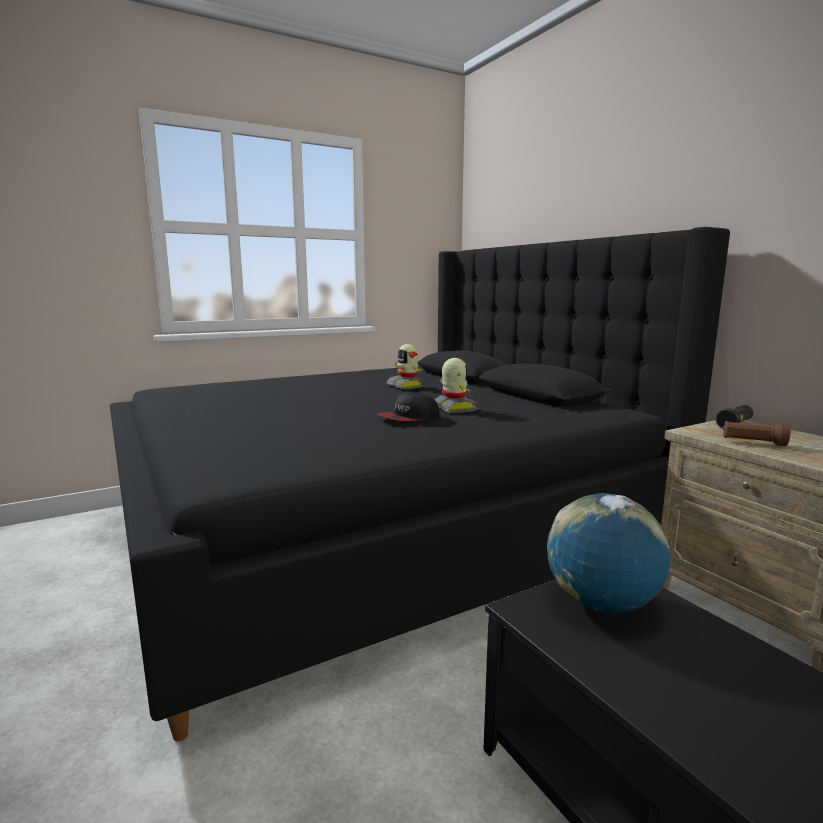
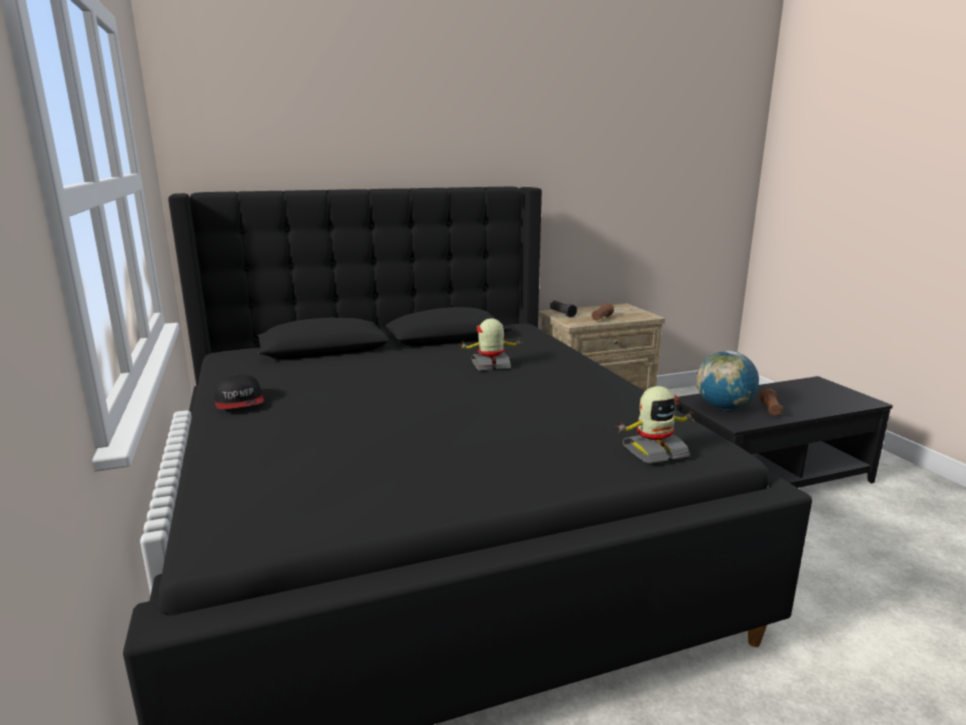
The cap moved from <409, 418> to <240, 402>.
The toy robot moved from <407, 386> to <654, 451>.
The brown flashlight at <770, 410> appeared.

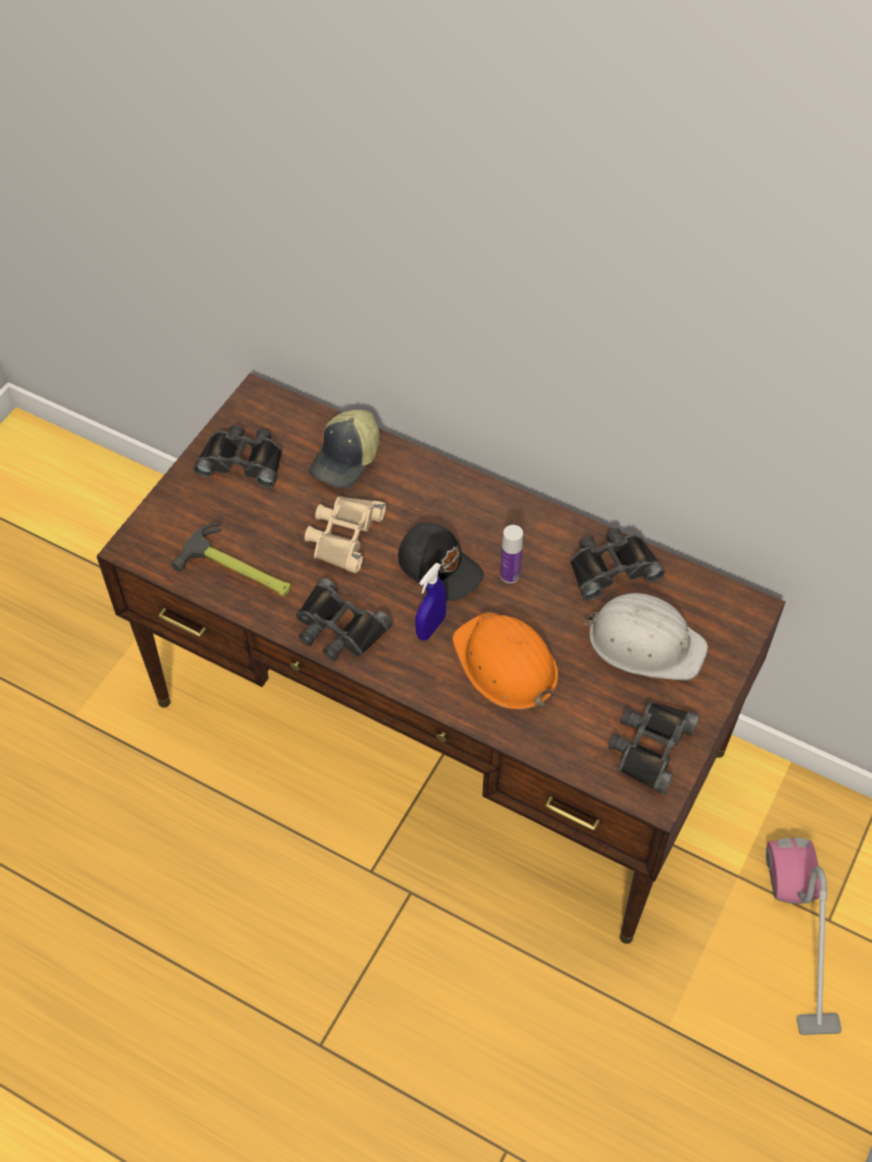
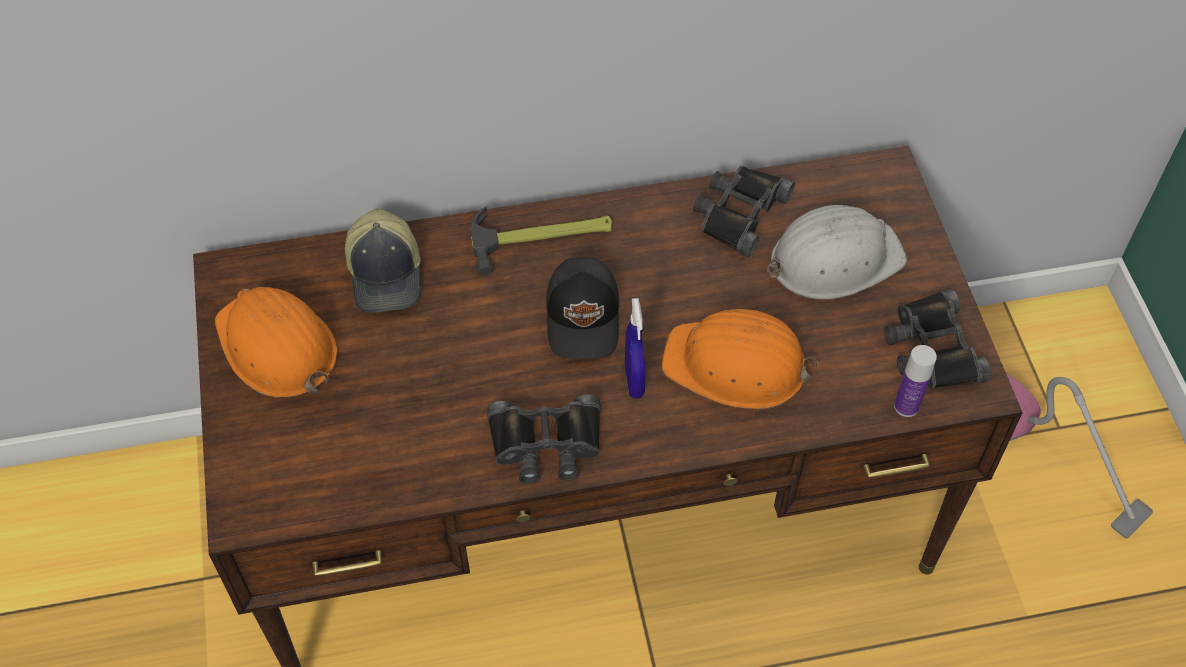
The hammer moved from <239, 570> to <542, 237>.
The black binoculars at <242, 460> was replaced by the orange hard hat at <276, 346>.
The beige binoculars at <343, 536> disappeared.
The black cap at <440, 567> turned 90 degrees clockwise.
The bottle moved from <510, 575> to <906, 406>.

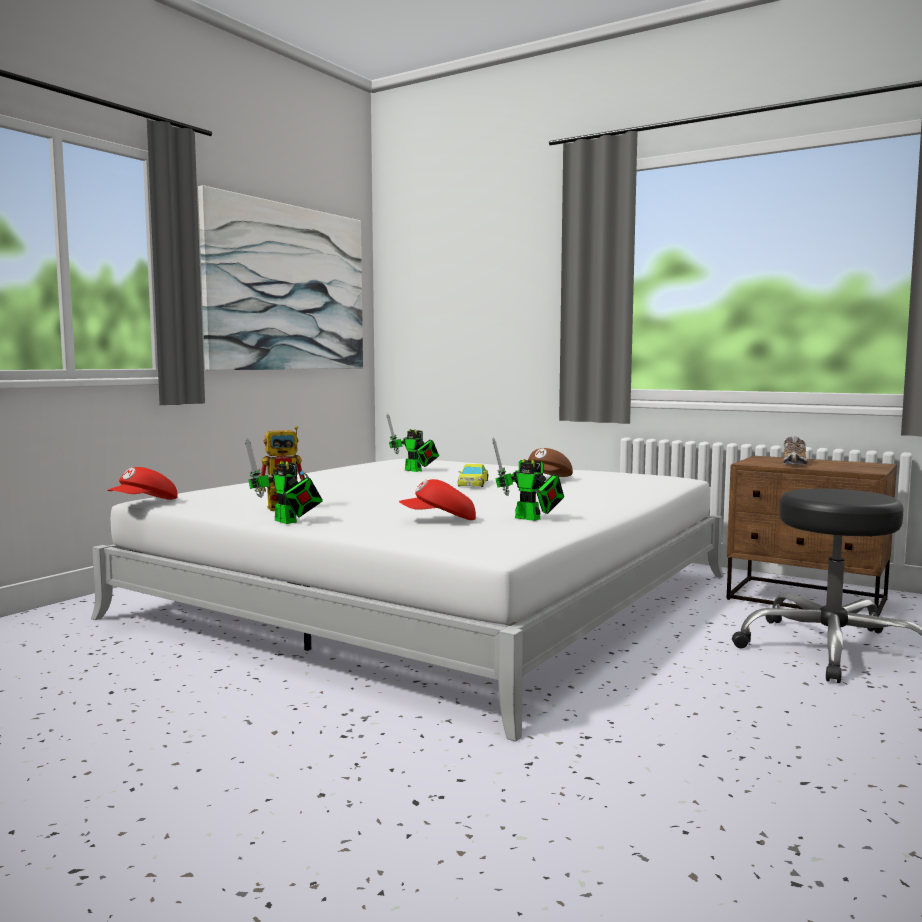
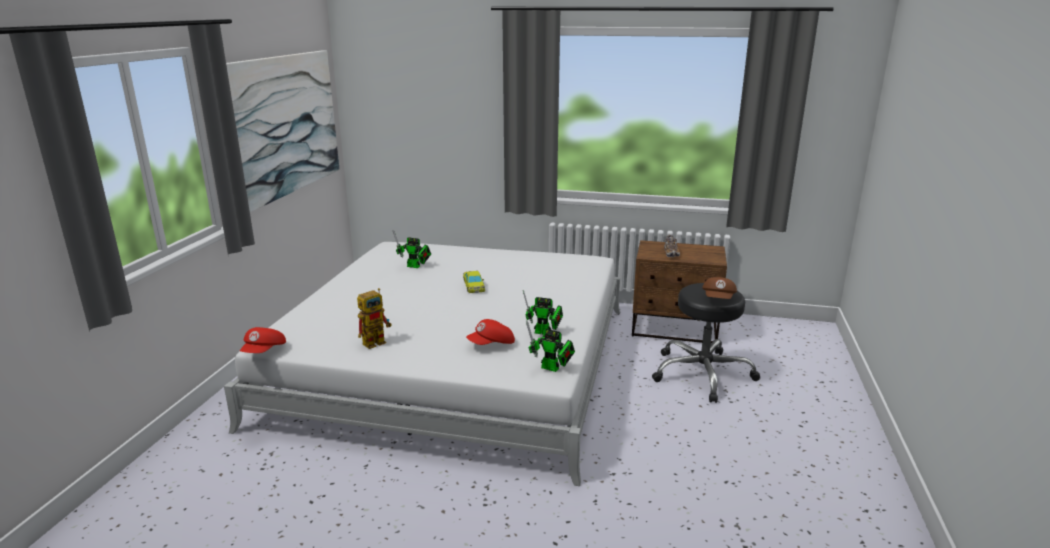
The toy robot moved from <287, 522> to <552, 368>.
The brown cap moved from <548, 479> to <718, 299>.

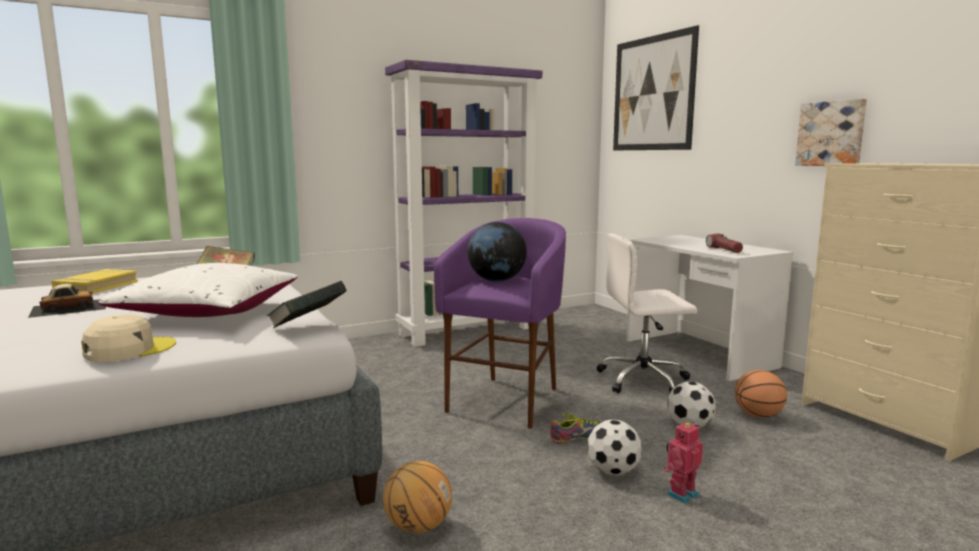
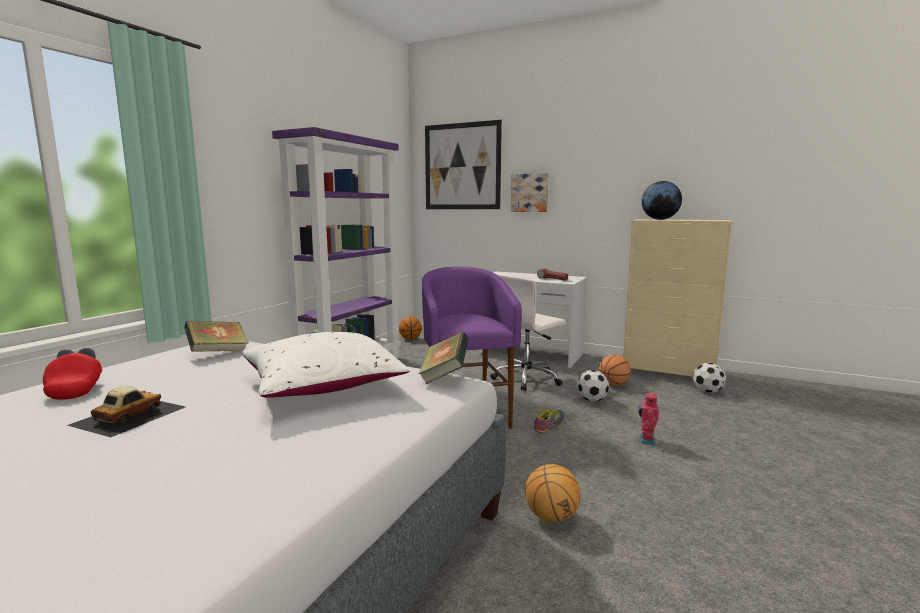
The yellow book at <96, 287> was replaced by the red cap at <76, 389>.
The beige cap at <129, 350> disappeared.
The globe moved from <496, 280> to <660, 219>.
The football moved from <613, 471> to <708, 391>.
The picture moved from <831, 134> to <529, 193>.
The basketball at <410, 339> appeared.

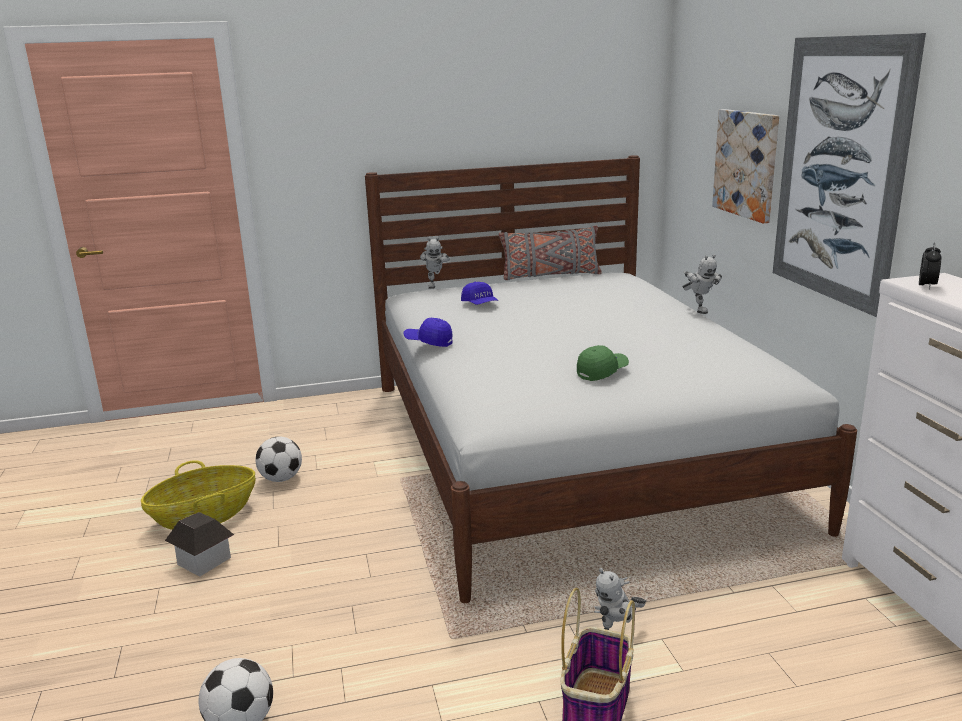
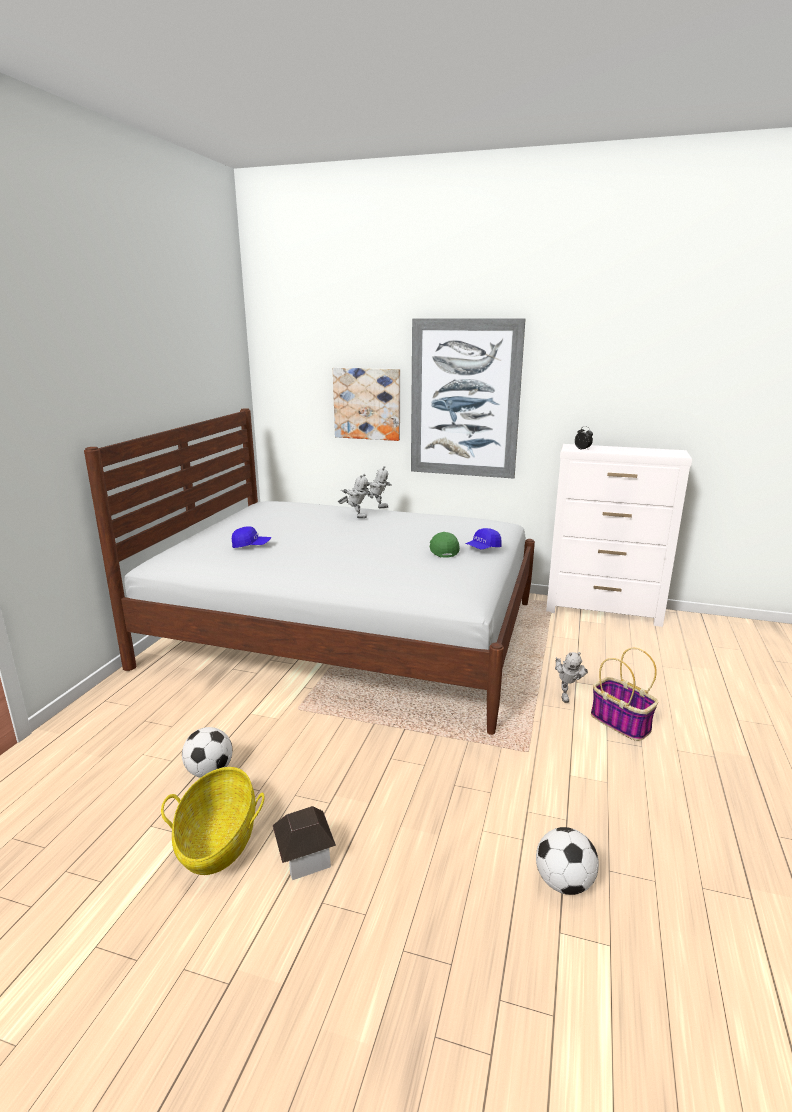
The blue cap moved from <429, 342> to <483, 548>.
The toy robot moved from <435, 286> to <356, 516>.
The grey pillow at <550, 276> disappeared.

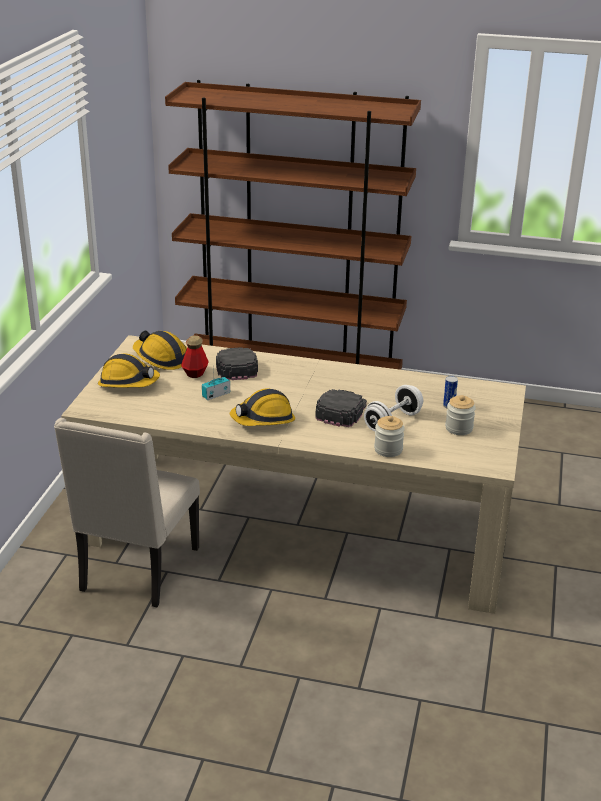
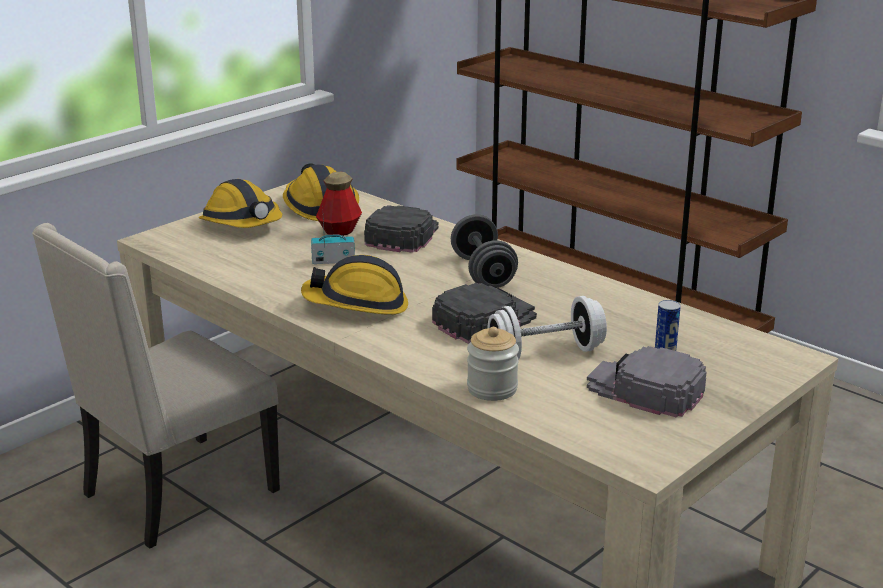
The jar at <459, 428> was replaced by the grey cap at <645, 389>.
The grey dumbbell at <483, 273> appeared.

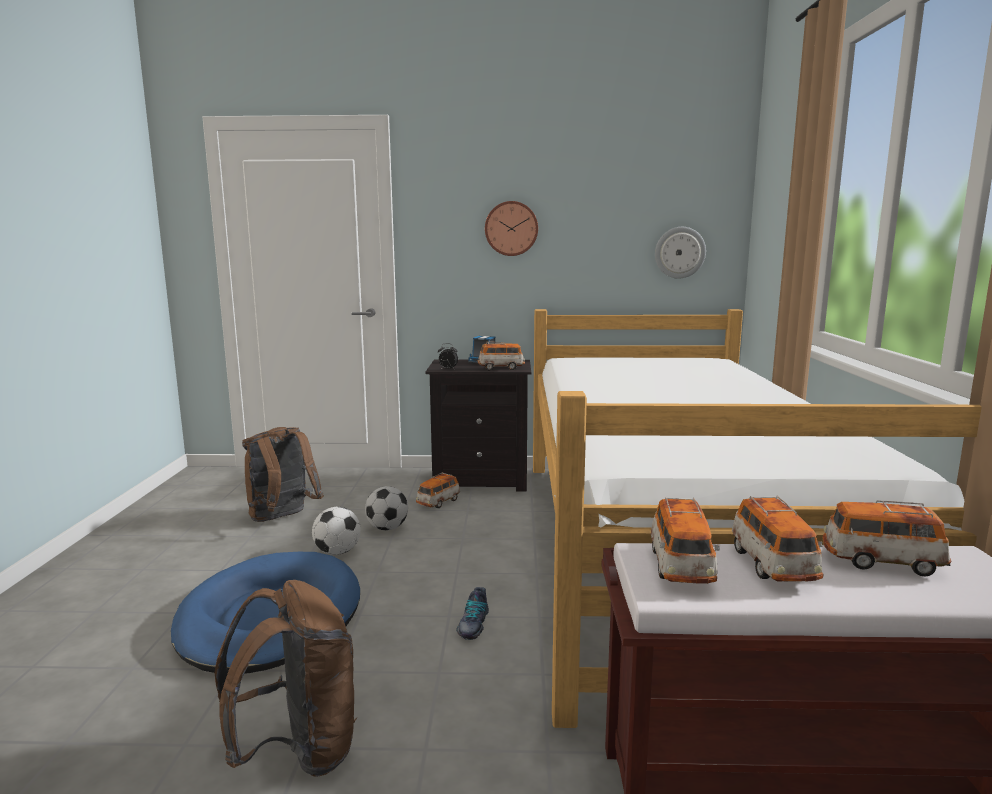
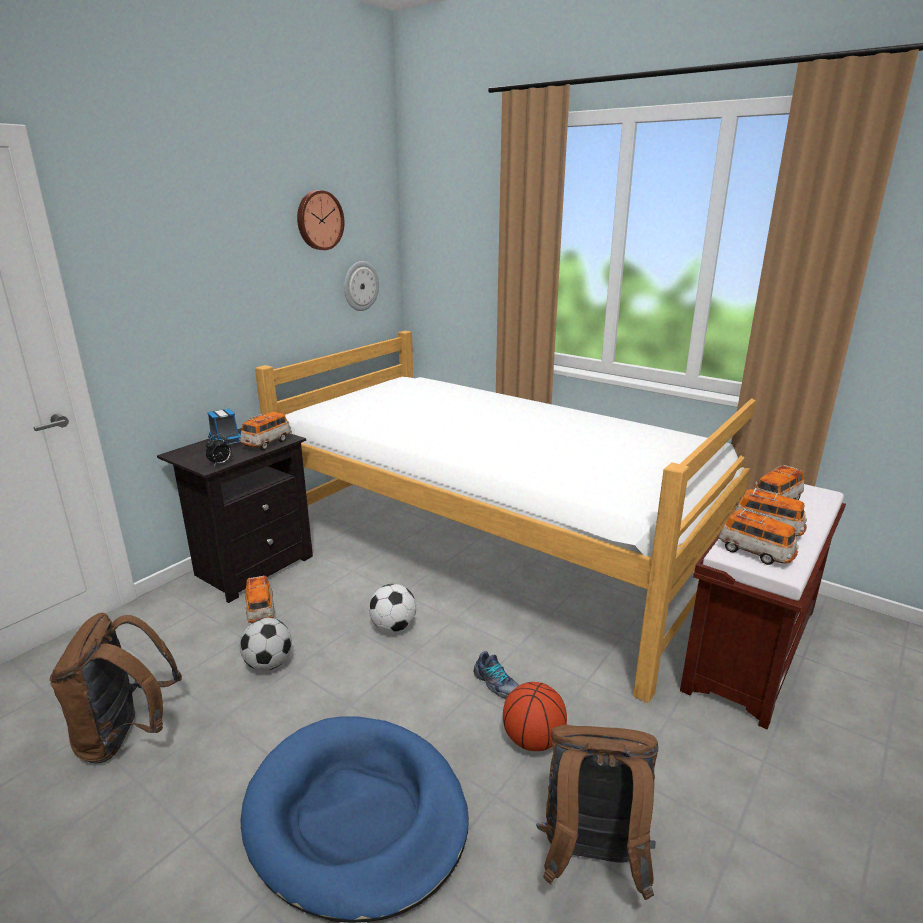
The football moved from <337, 552> to <393, 627>.
The wall clock moved from <511, 228> to <319, 220>.
The basketball at <533, 740> appeared.

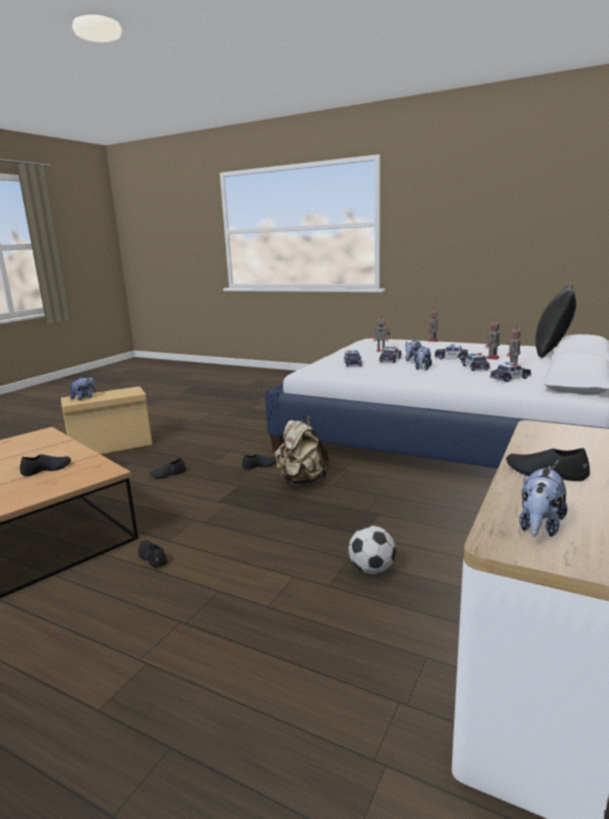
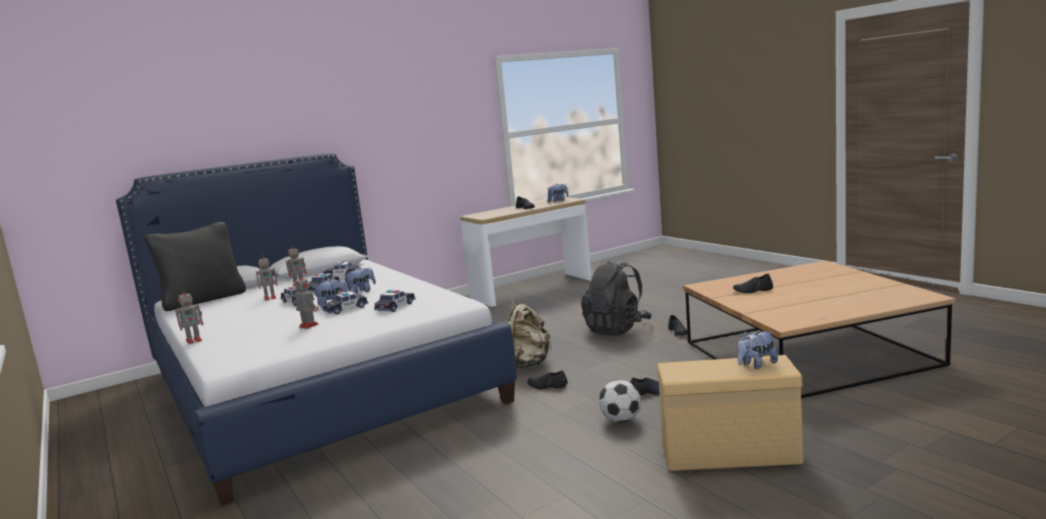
The football moved from <372, 569> to <621, 420>.
The black backpack at <617, 329> appeared.

